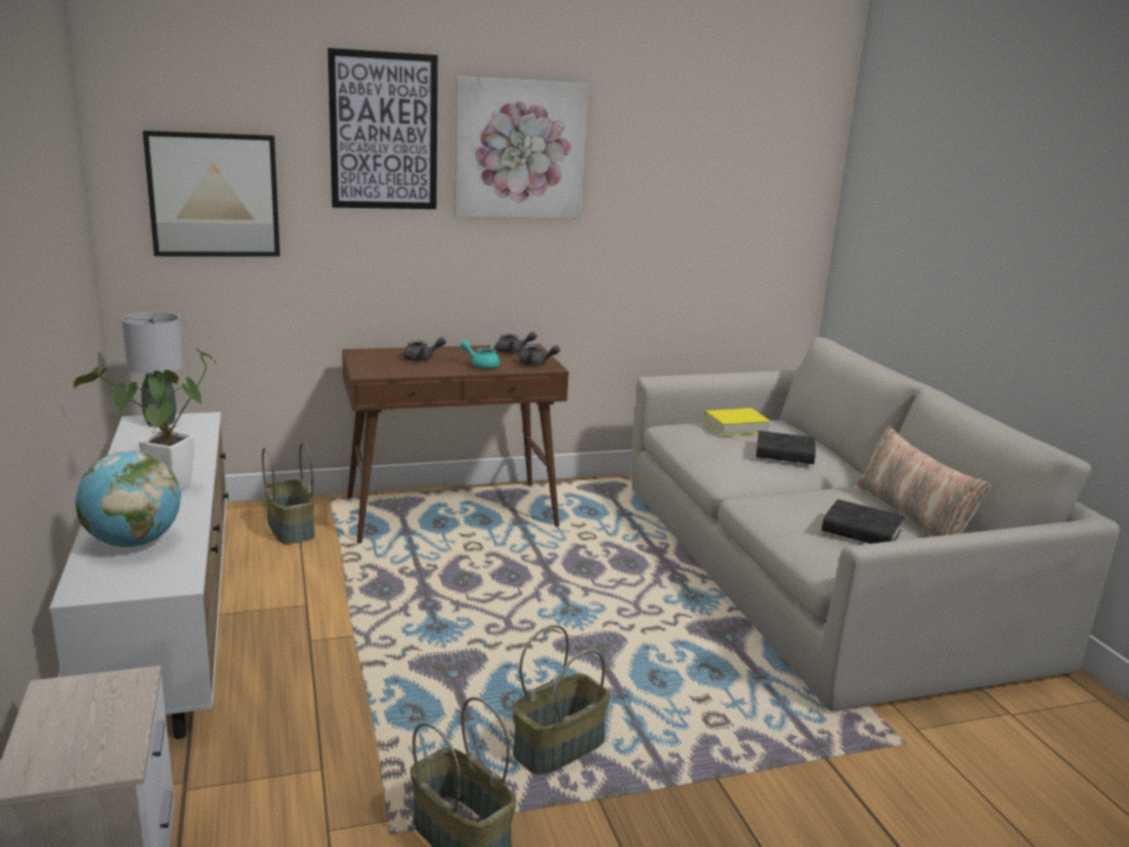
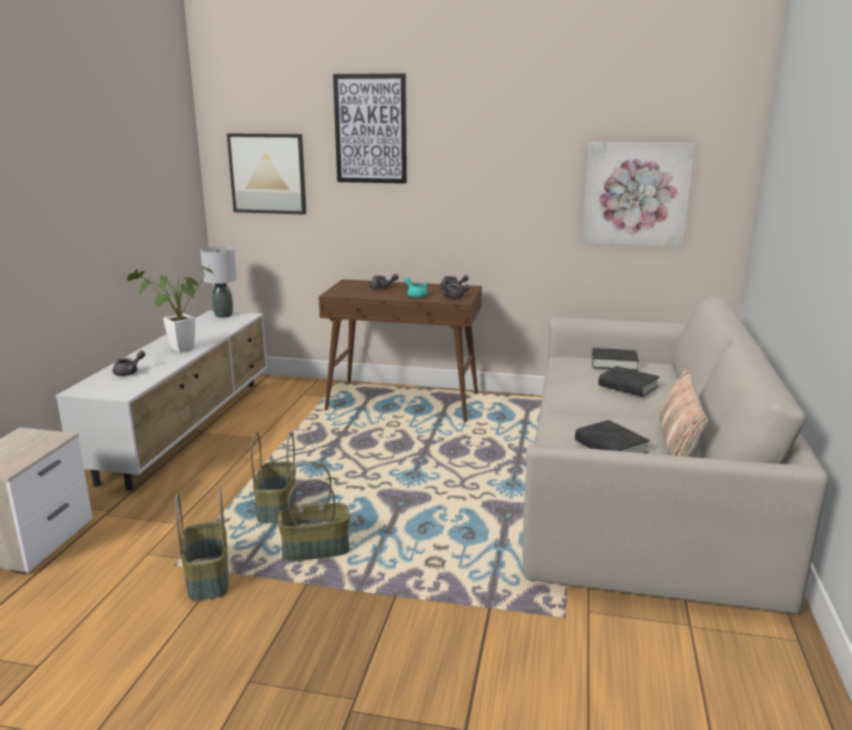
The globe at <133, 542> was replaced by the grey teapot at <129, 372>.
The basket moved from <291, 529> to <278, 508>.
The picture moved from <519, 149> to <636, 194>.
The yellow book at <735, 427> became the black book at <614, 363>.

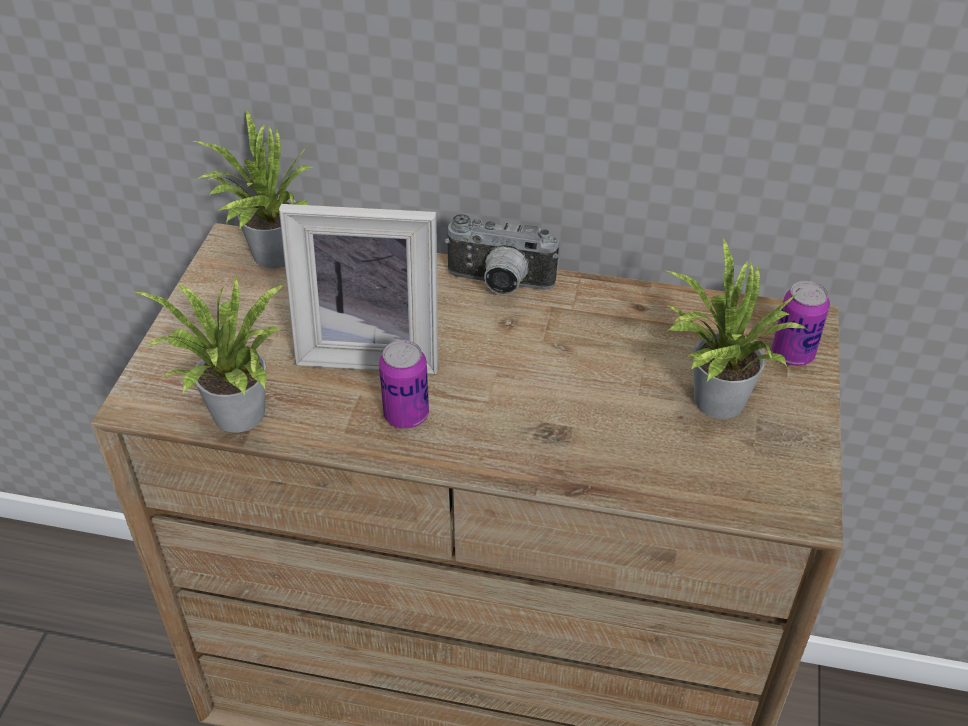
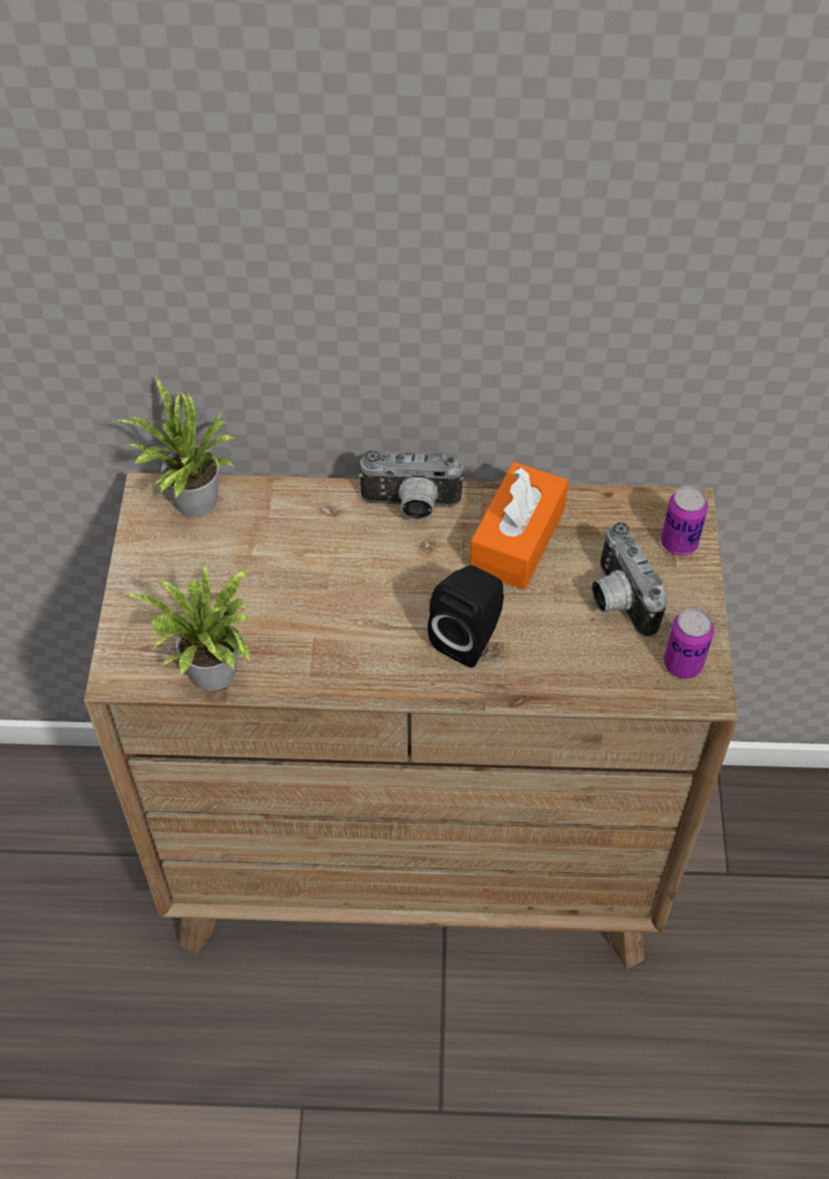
The picture frame at <371, 348> disappeared.
The can moved from <406, 415> to <683, 664>.
The potted plant at <712, 401> was replaced by the photo camera at <617, 600>.
The black speaker at <469, 637> appeared.
The orange tissue box at <517, 540> appeared.

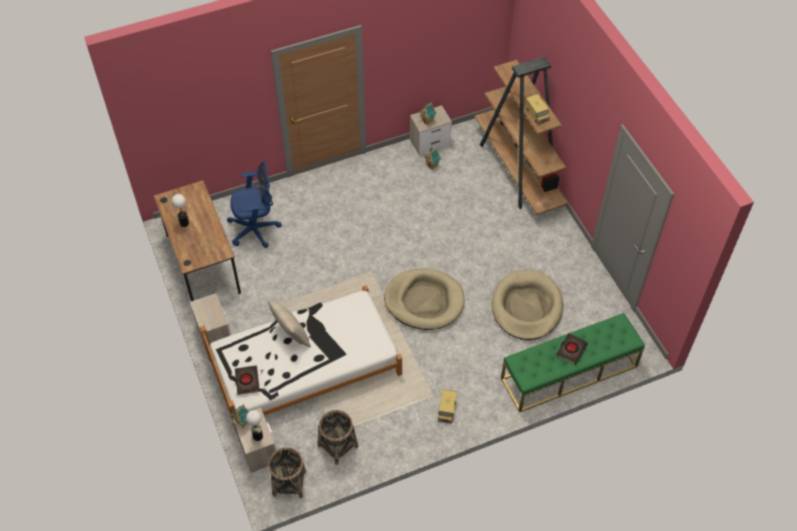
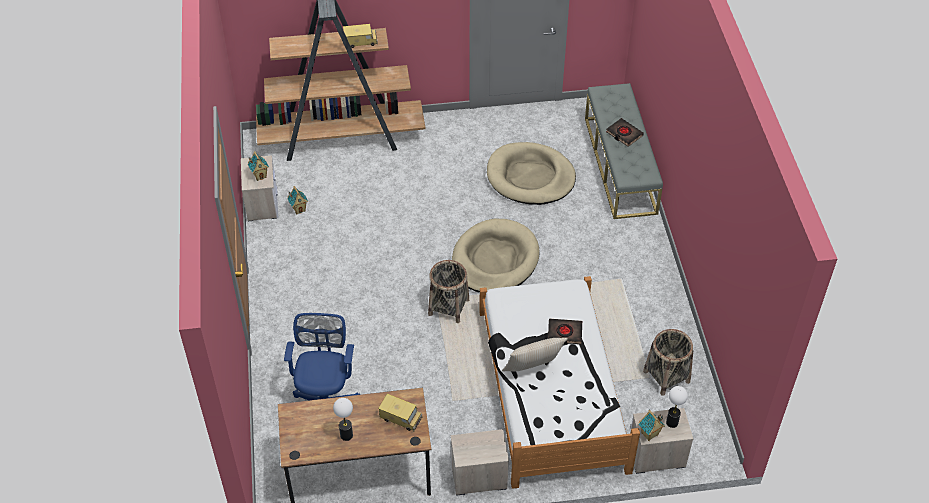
The black book moved from <247, 381> to <564, 333>.
The basket moved from <289, 483> to <448, 307>.
The toy truck moved from <447, 409> to <400, 418>.
The green bench at <569, 372> became the grey bench at <620, 165>.

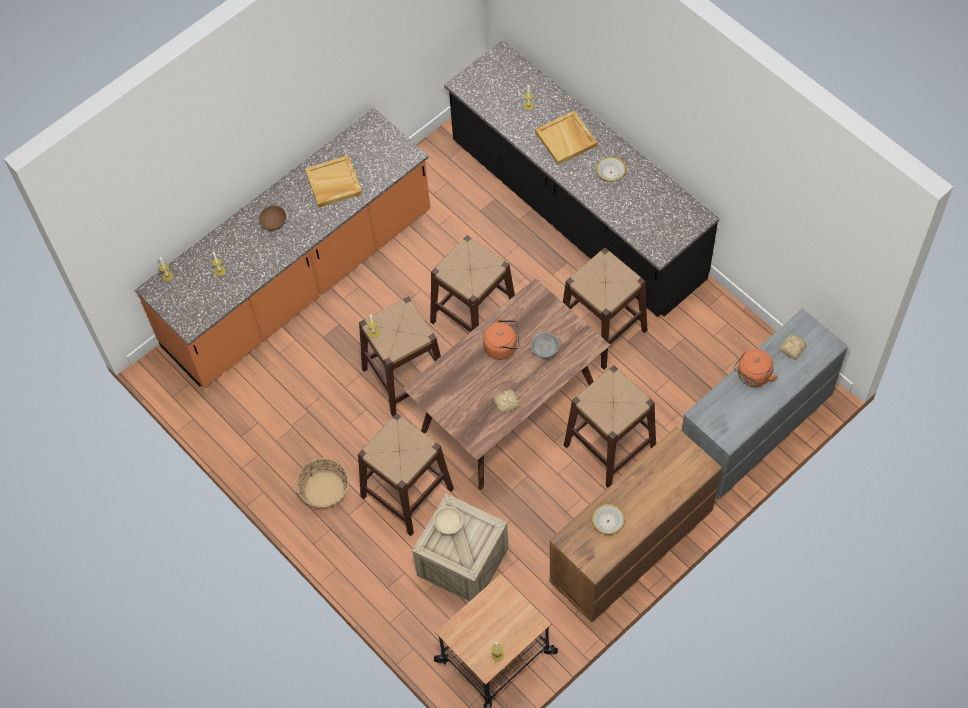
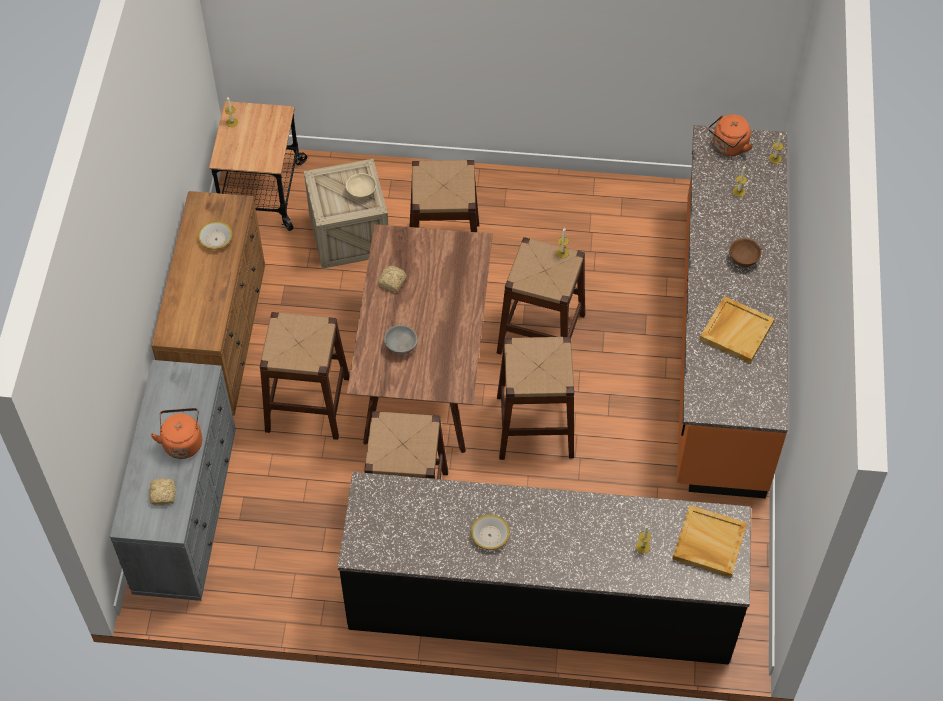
The basket at <324, 489> disappeared.
The orange kettle moved from <502, 347> to <728, 147>.
The beige tray moved from <566, 139> to <708, 543>.

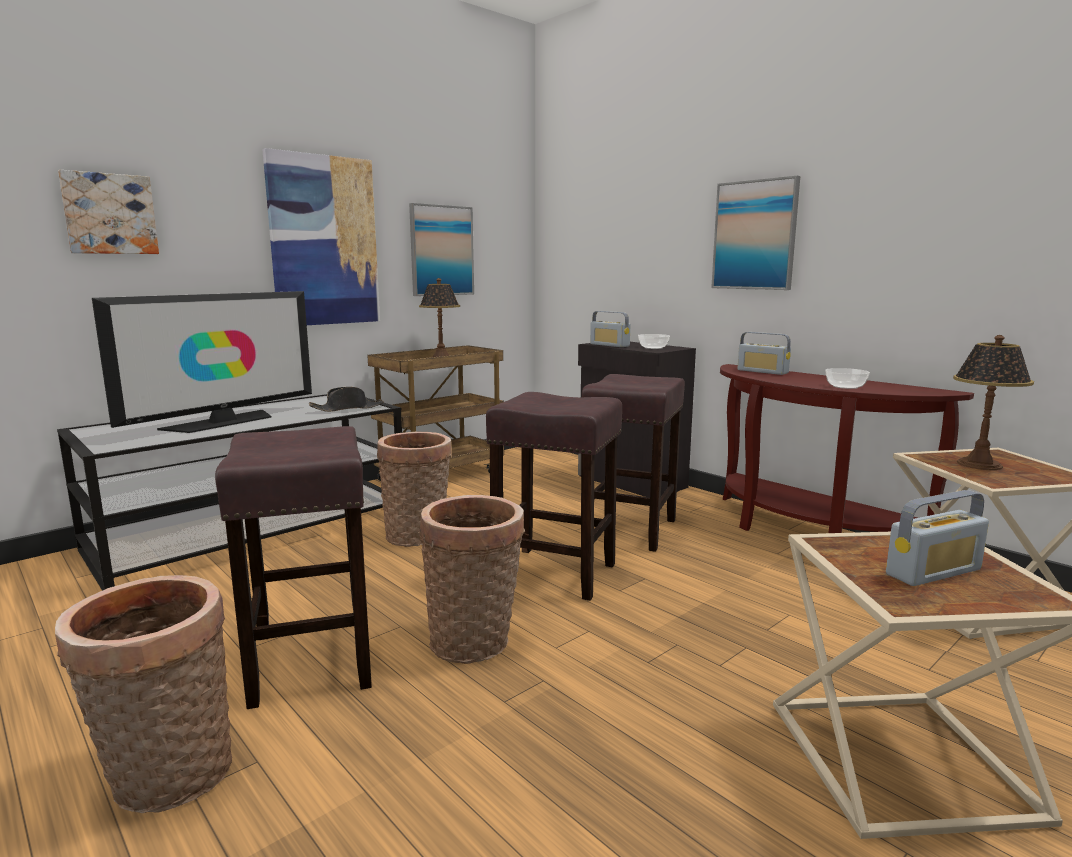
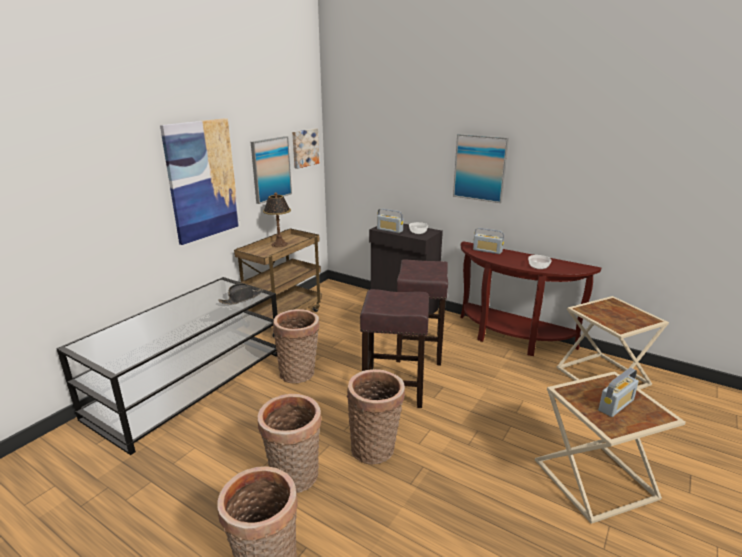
The picture moved from <109, 214> to <304, 148>.
The television at <223, 422> disappeared.
The brown stool at <312, 661> was replaced by the basket at <294, 479>.
The table lamp at <978, 464> disappeared.

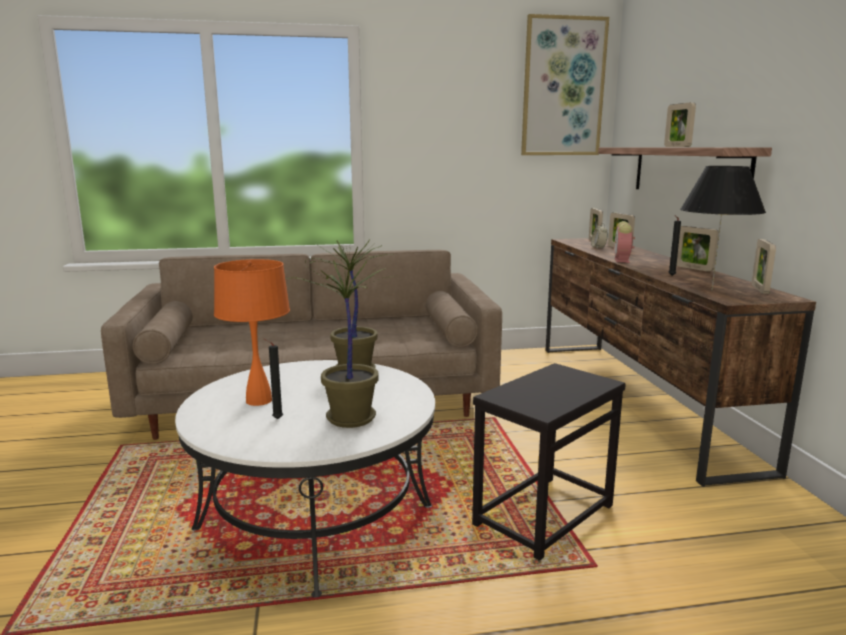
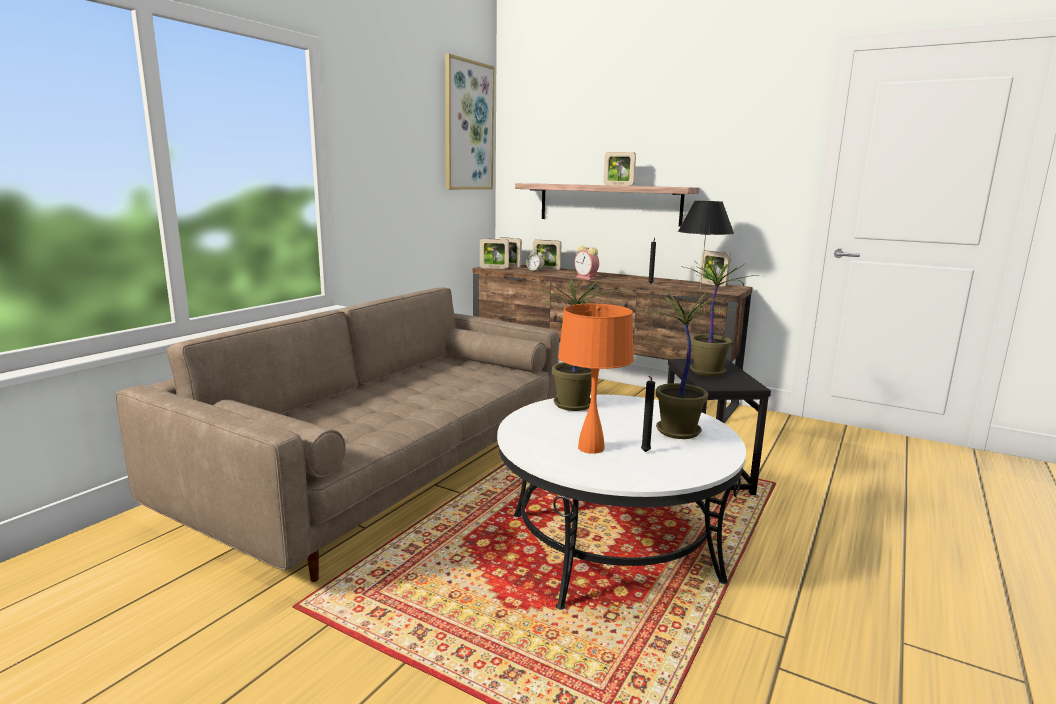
The picture frame moved from <693, 268> to <494, 268>.
The potted plant at <709, 372> appeared.

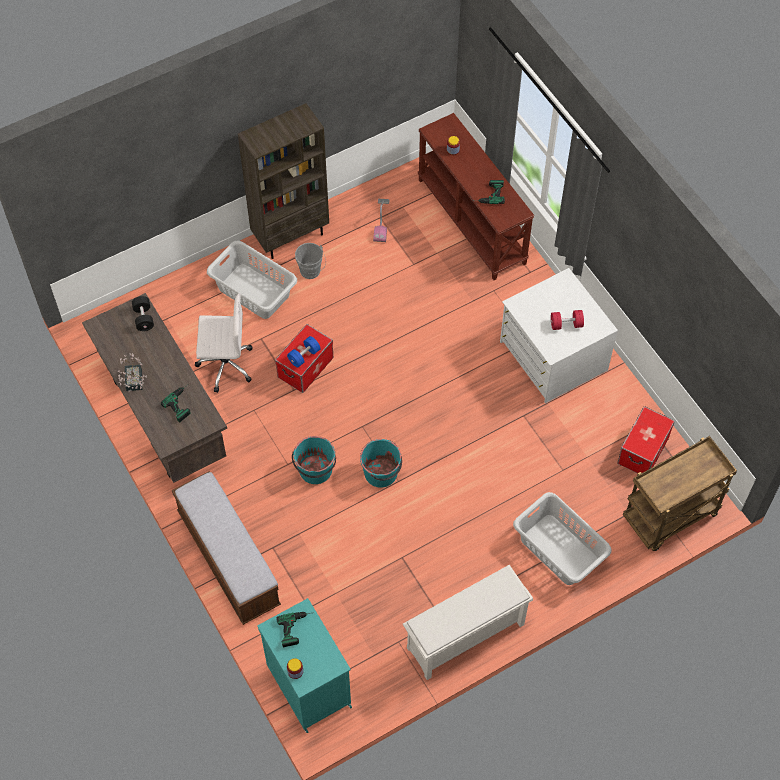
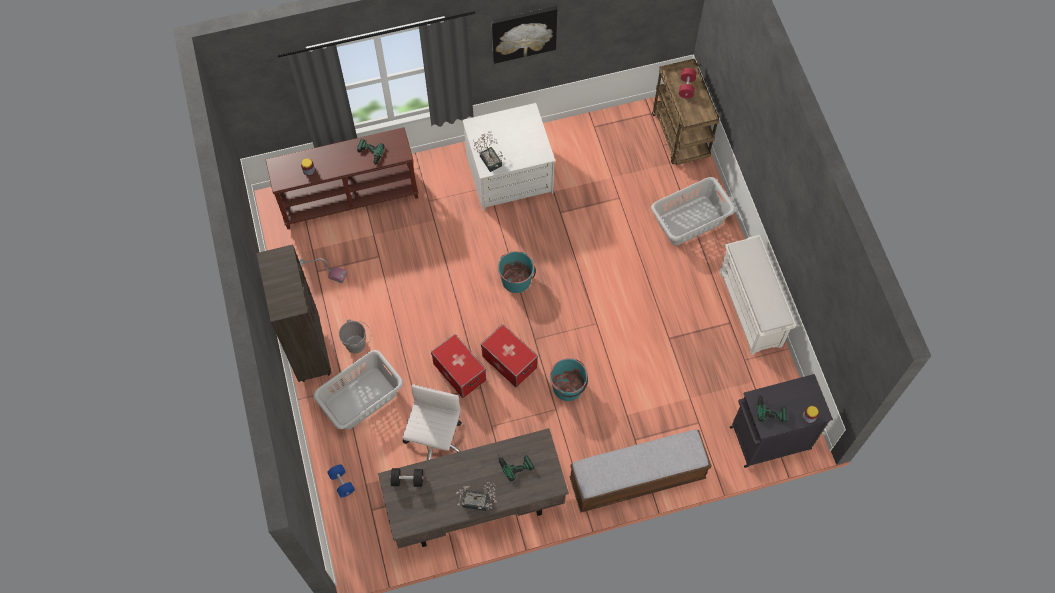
The turquoise cabinet at <307, 684> became the black cabinet at <768, 439>.
The blue dumbbell moved from <304, 356> to <342, 483>.
The turquoise bucket moved from <381, 473> to <516, 280>.
The red dumbbell moved from <566, 324> to <686, 87>.
The storage box moved from <643, 450> to <510, 362>.
The potted plant at <489, 159> appeared.
The picture at <523, 33> appeared.

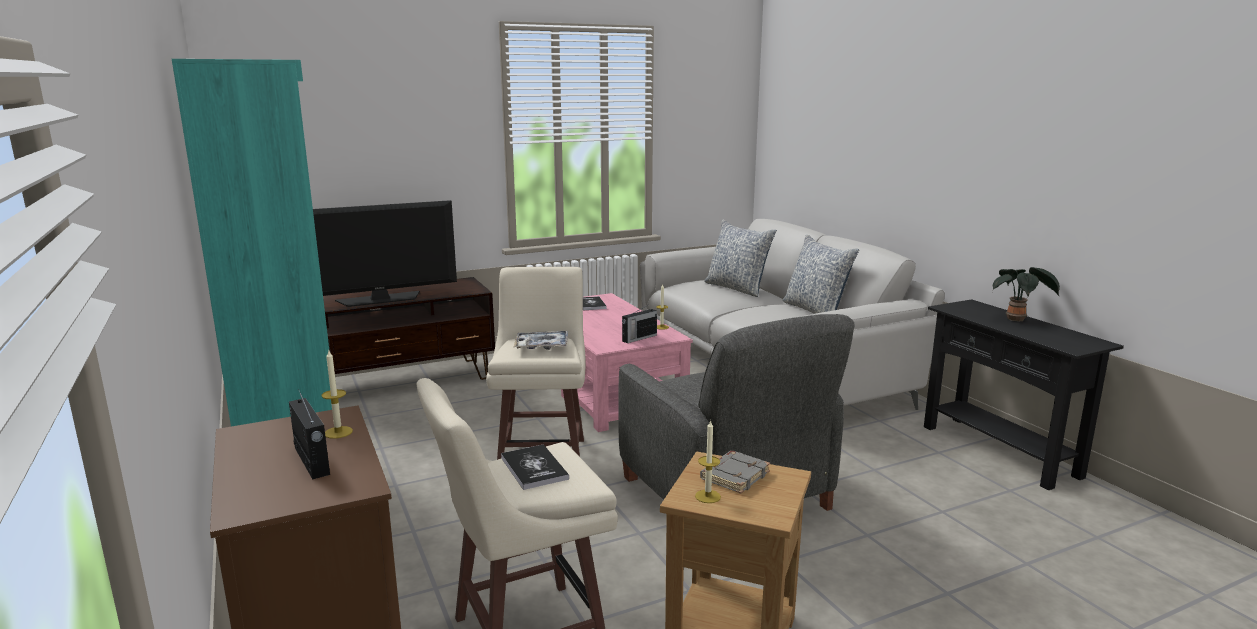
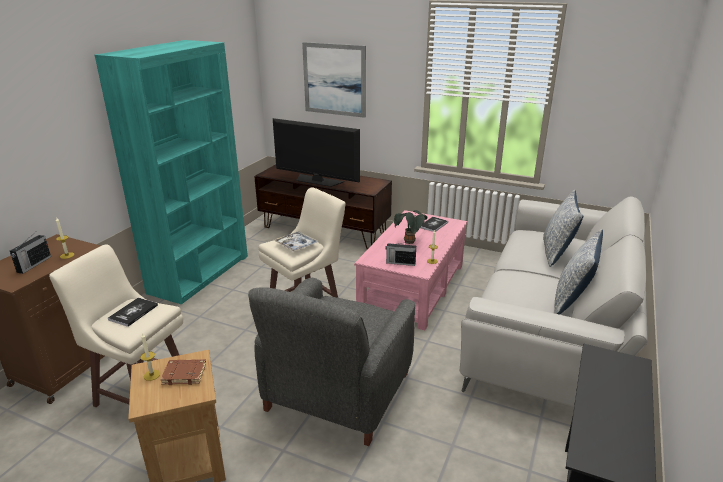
The grey book at <734, 476> became the brown book at <185, 374>.
The potted plant moved from <1018, 320> to <410, 242>.
The picture at <334, 79> appeared.

